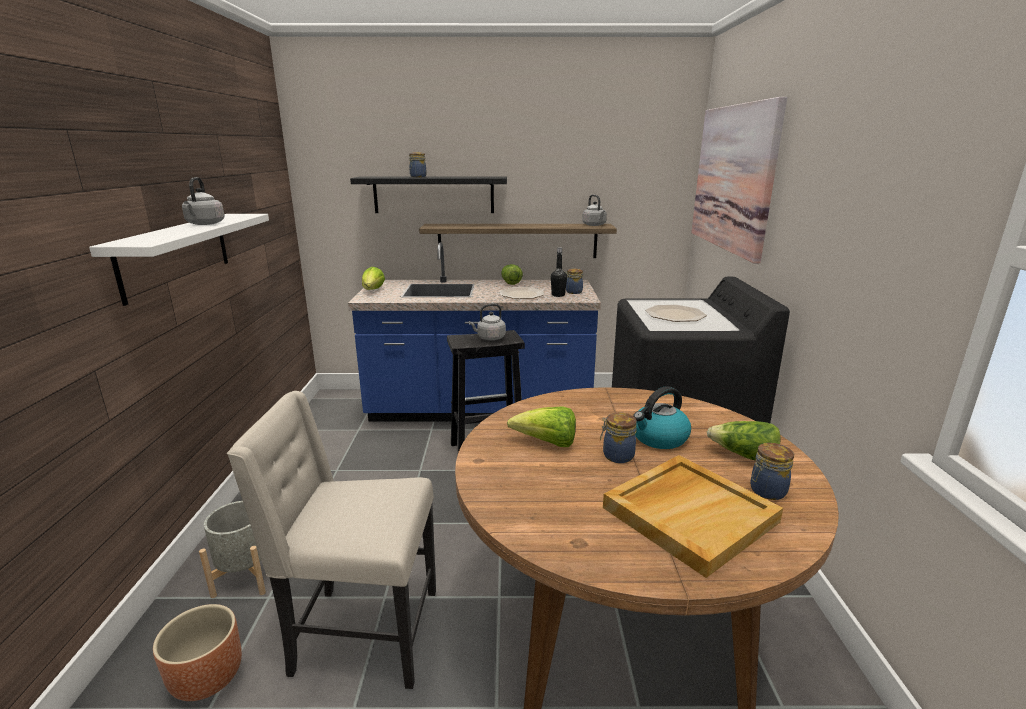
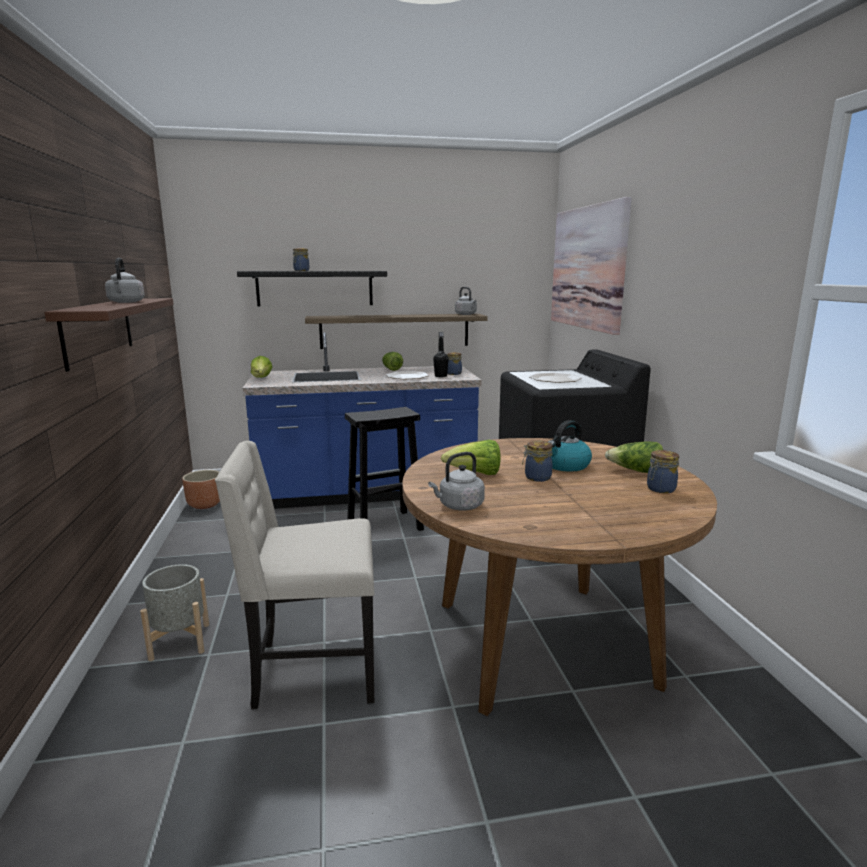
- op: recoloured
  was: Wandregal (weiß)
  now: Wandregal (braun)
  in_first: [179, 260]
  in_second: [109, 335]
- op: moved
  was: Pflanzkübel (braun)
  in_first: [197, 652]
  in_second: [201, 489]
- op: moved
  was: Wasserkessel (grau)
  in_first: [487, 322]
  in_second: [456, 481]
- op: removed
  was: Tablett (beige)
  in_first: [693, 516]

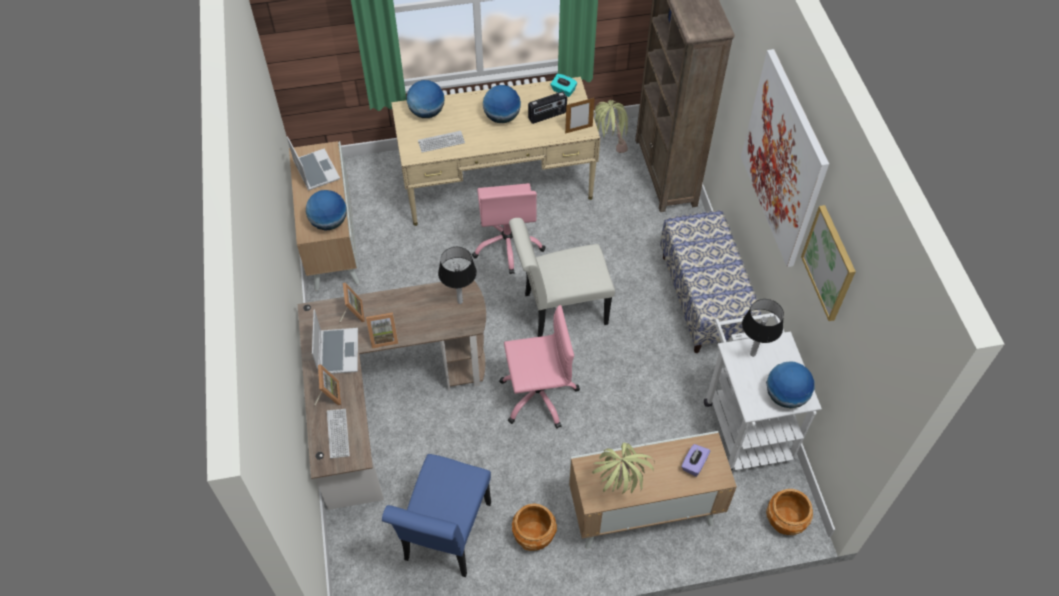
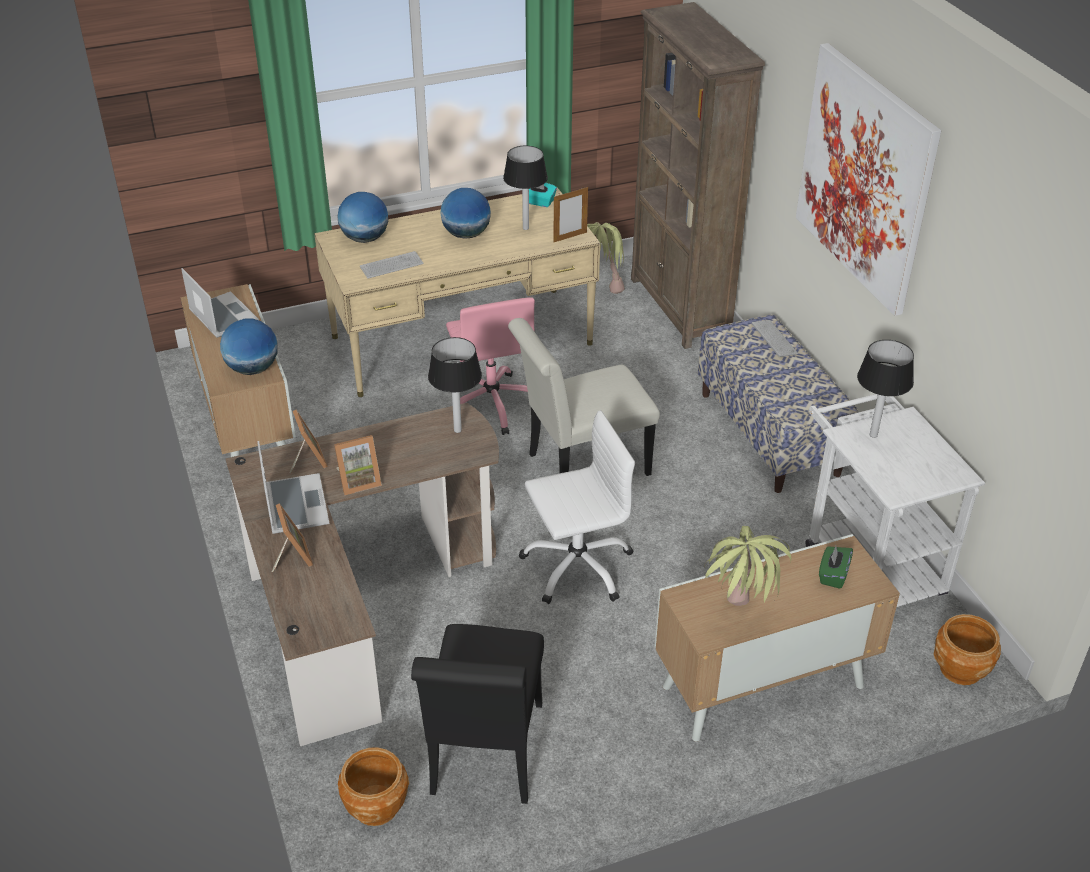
- op: moved
  was: Pflanzkübel (braun)
  in_first: [534, 527]
  in_second: [373, 786]
- op: recoloured
  was: Stuhl (blau)
  now: Stuhl (schwarz)
  in_first: [436, 515]
  in_second: [477, 714]
- op: replaced
  was: Radio
  now: Tischlampe
  in_first: [547, 107]
  in_second: [525, 188]
- op: recoloured
  was: Bürostuhl (rosa)
  now: Bürostuhl (weiß)
  in_first: [539, 367]
  in_second: [577, 507]
- op: moved
  was: Tastatur
  in_first: [338, 434]
  in_second: [775, 338]
- op: recoloured
  was: Taschentuchbox (lila)
  now: Taschentuchbox (grün)
  in_first: [695, 460]
  in_second: [836, 567]
- op: removed
  was: Globus
  in_first: [790, 384]
- op: removed
  was: Bild
  in_first: [828, 263]

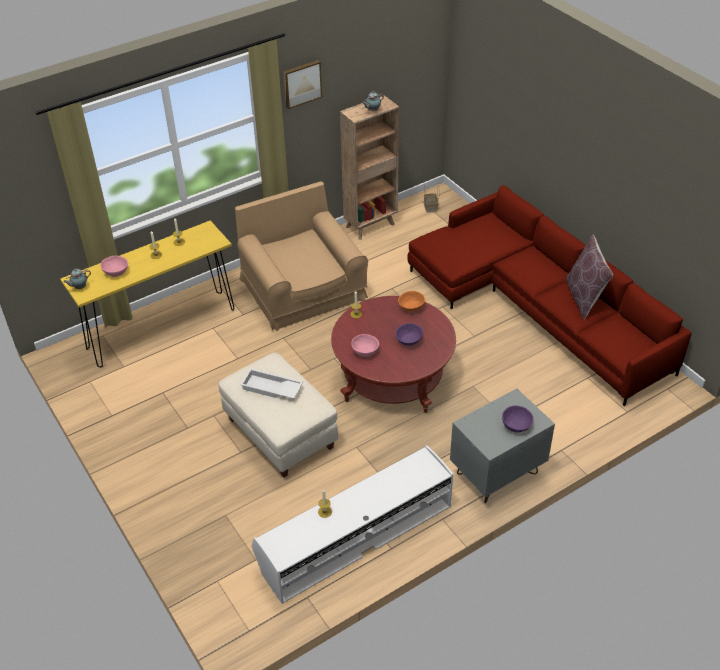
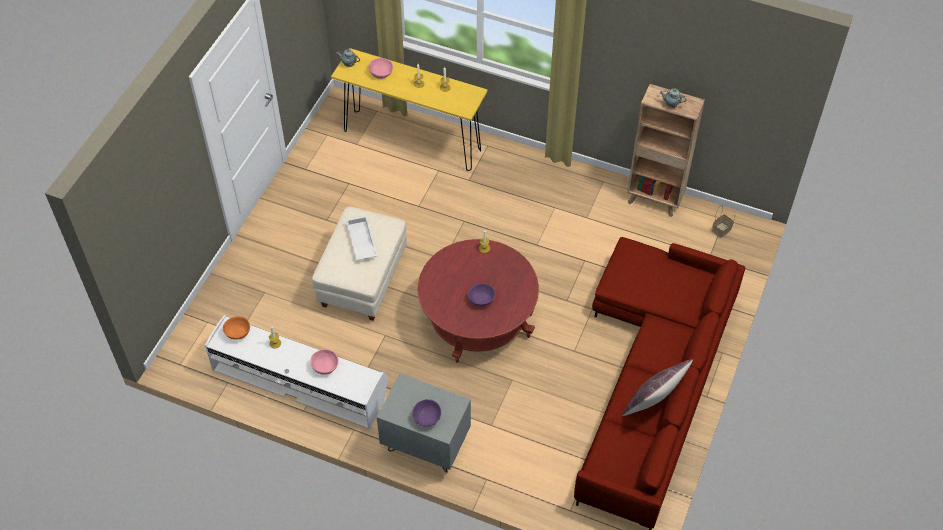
- op: moved
  was: Schüssel (orange)
  in_first: [411, 301]
  in_second: [236, 328]
- op: moved
  was: Schüssel (rosa)
  in_first: [365, 345]
  in_second: [325, 362]
- op: removed
  was: Sessel (braun)
  in_first: [301, 256]
- op: removed
  was: Bild
  in_first: [302, 84]

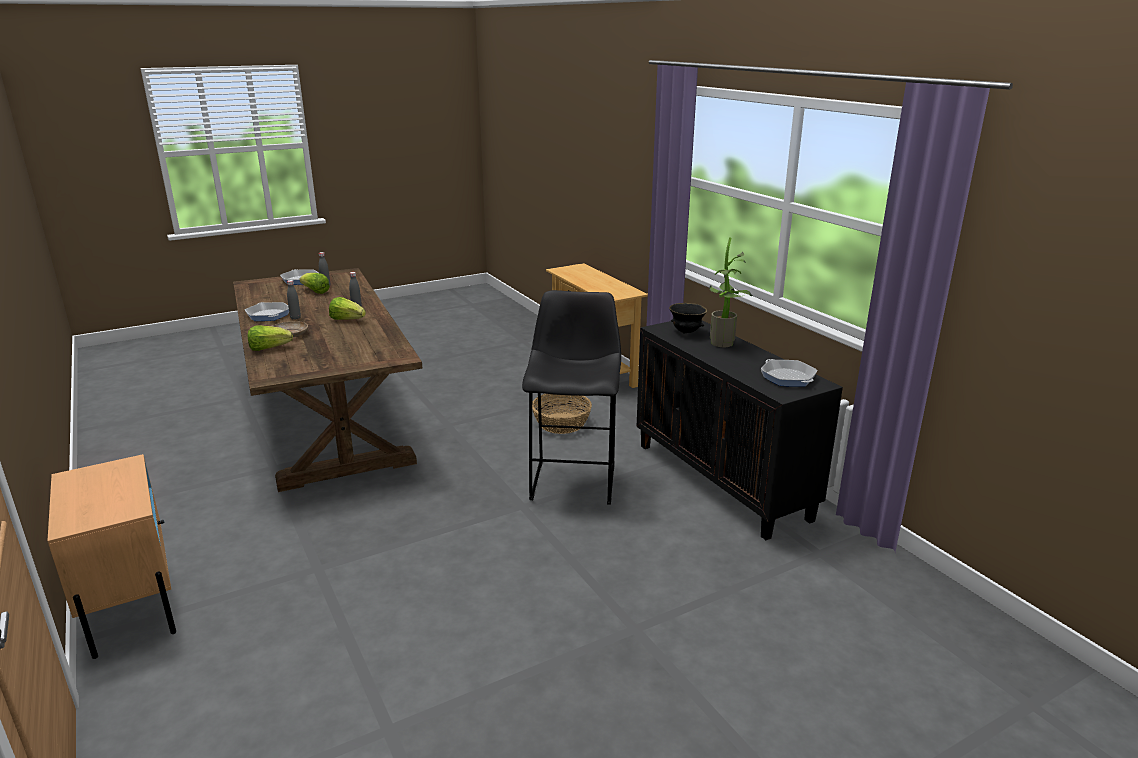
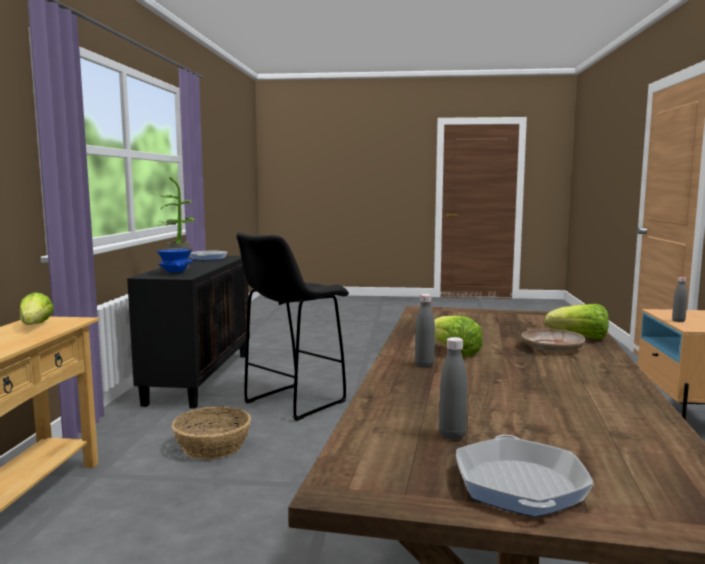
- op: moved
  was: Salatkopf
  in_first: [314, 283]
  in_second: [37, 308]
- op: recoloured
  was: Schüssel (schwarz)
  now: Schüssel (blau)
  in_first: [688, 318]
  in_second: [175, 261]
- op: moved
  was: Flasche (grau)
  in_first: [294, 300]
  in_second: [679, 299]
- op: removed
  was: Pfanne
  in_first: [267, 311]

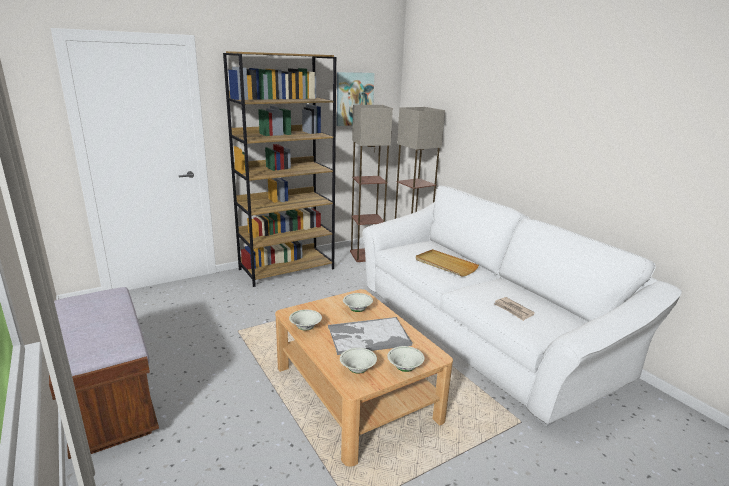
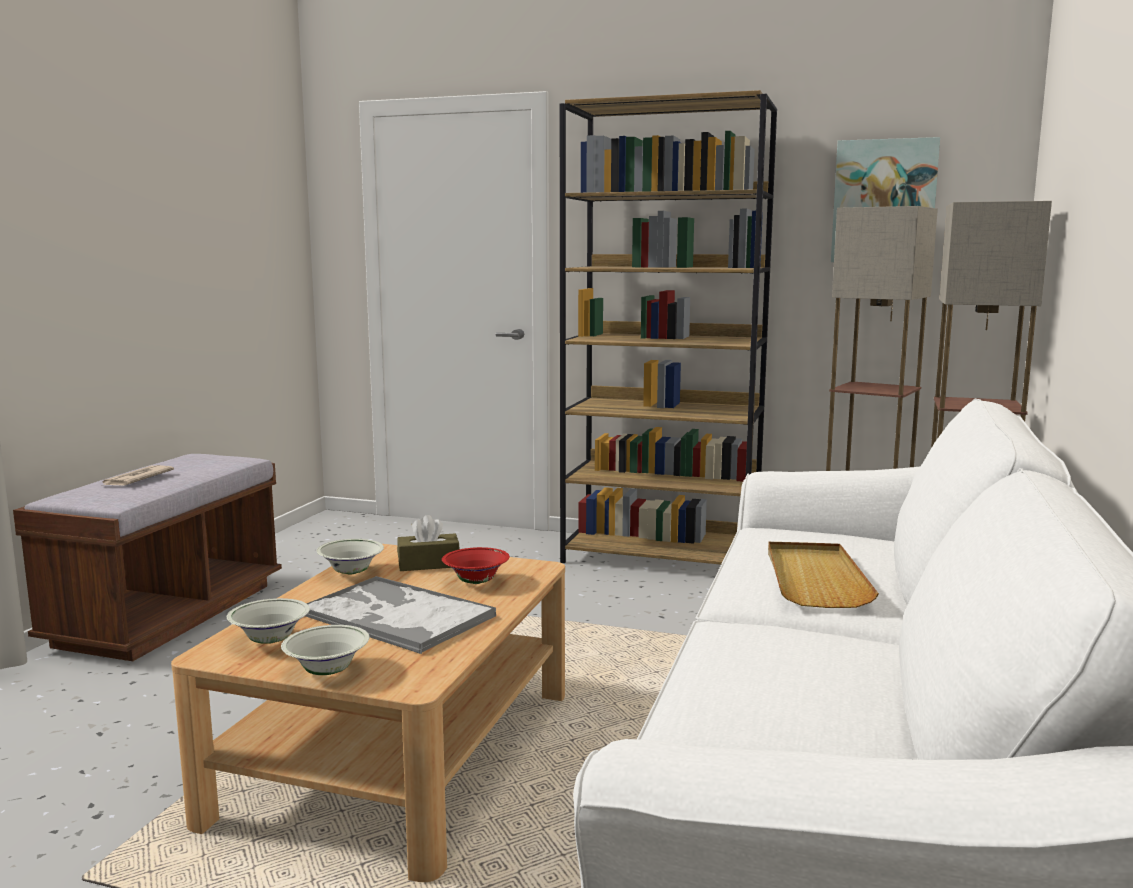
- op: moved
  was: Zeitung
  in_first: [514, 309]
  in_second: [138, 475]
- op: added
  now: Taschentuchbox (braun)
  in_second: [428, 543]
- op: recoloured
  was: Schüssel (weiß)
  now: Schüssel (rot)
  in_first: [358, 302]
  in_second: [476, 565]

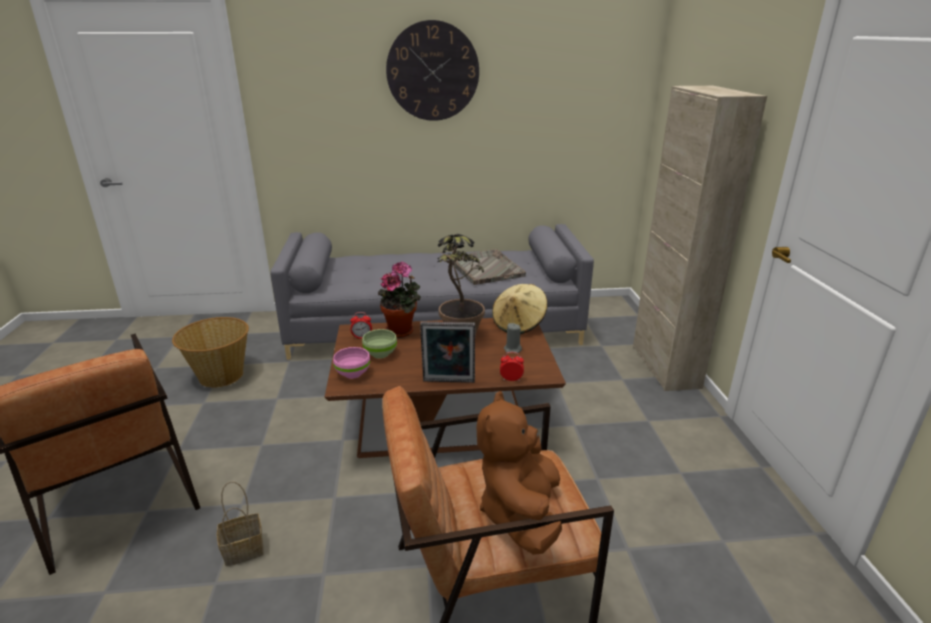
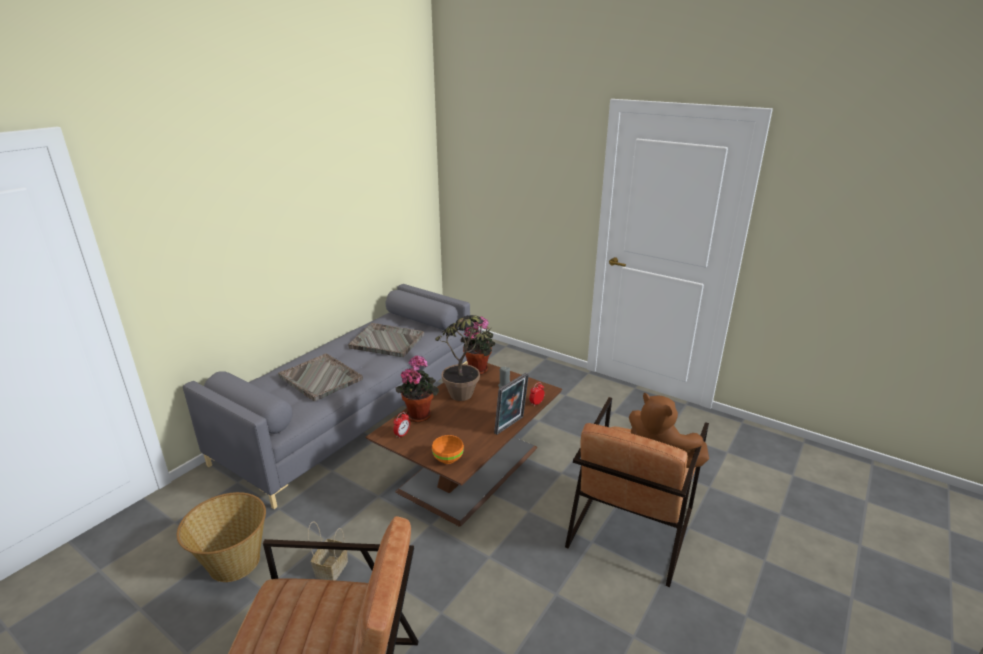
- op: added
  now: Tablett (grau)
  in_second: [320, 377]
- op: moved
  was: Korb
  in_first: [240, 523]
  in_second: [328, 551]
- op: recoloured
  was: Schüssel (rosa)
  now: Schüssel (orange)
  in_first: [351, 363]
  in_second: [448, 449]
- op: replaced
  was: Hut (beige)
  now: Topfpflanze
  in_first: [520, 309]
  in_second: [477, 345]
- op: removed
  was: Schüssel (grün)
  in_first: [379, 344]
- op: removed
  was: Wanduhr
  in_first: [432, 70]
- op: removed
  was: Schrank (beige)
  in_first: [700, 238]

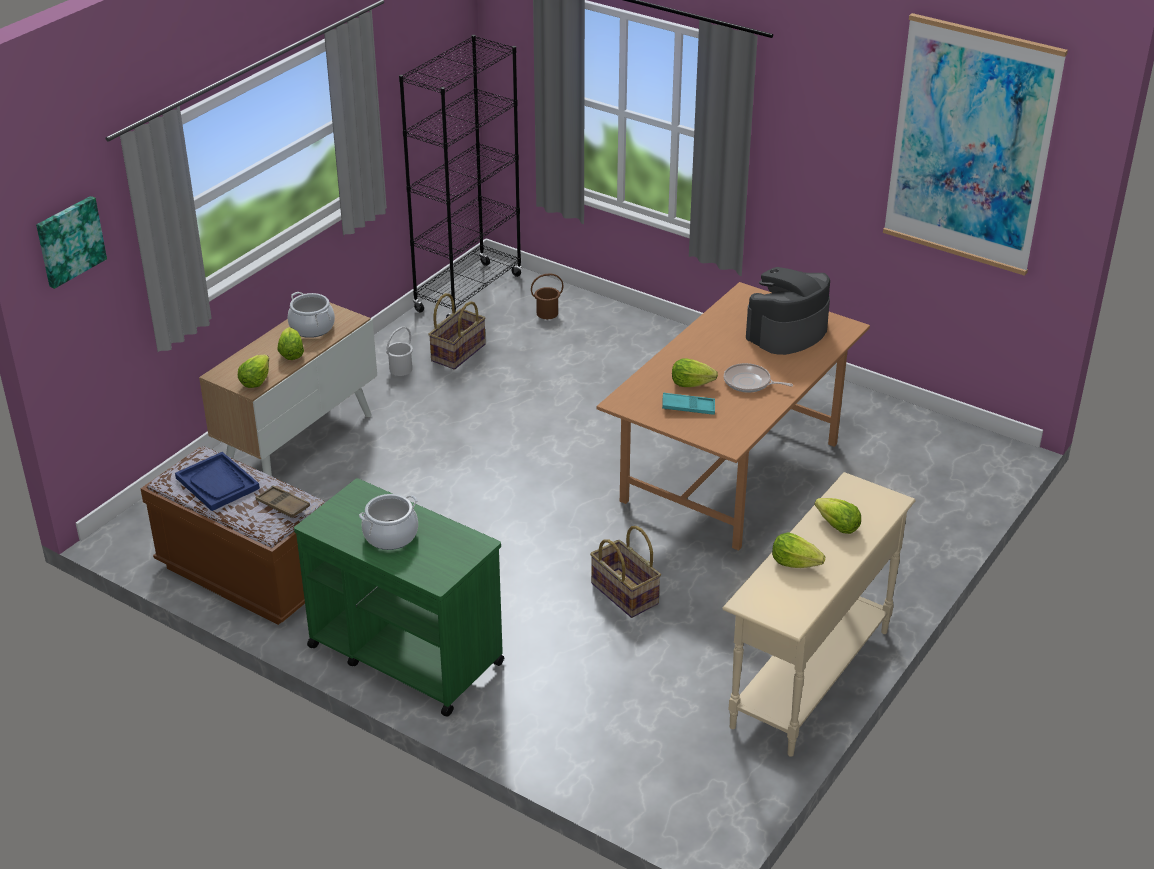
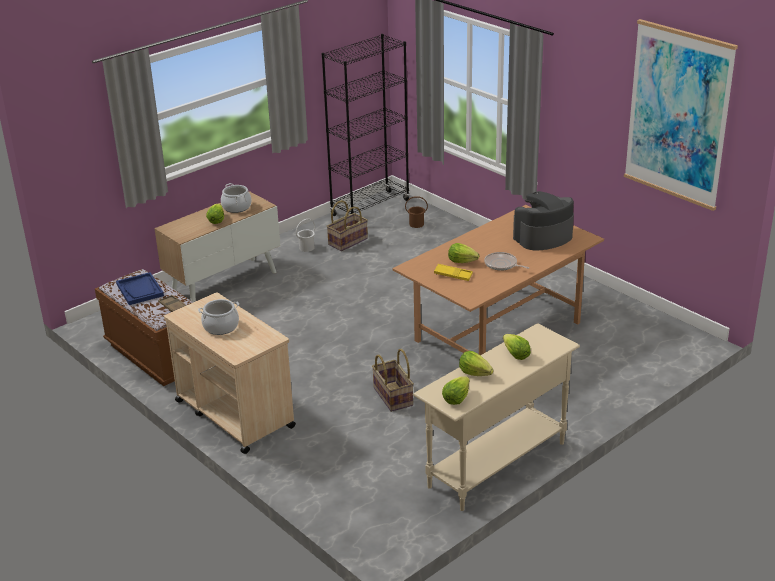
- op: recoloured
  was: Rollwagen (grün)
  now: Rollwagen (beige)
  in_first: [399, 597]
  in_second: [230, 373]
- op: recoloured
  was: Tablett (türkis)
  now: Tablett (gelb)
  in_first: [688, 404]
  in_second: [453, 272]
- op: moved
  was: Salatkopf
  in_first: [253, 371]
  in_second: [456, 390]
- op: removed
  was: Bild
  in_first: [71, 242]

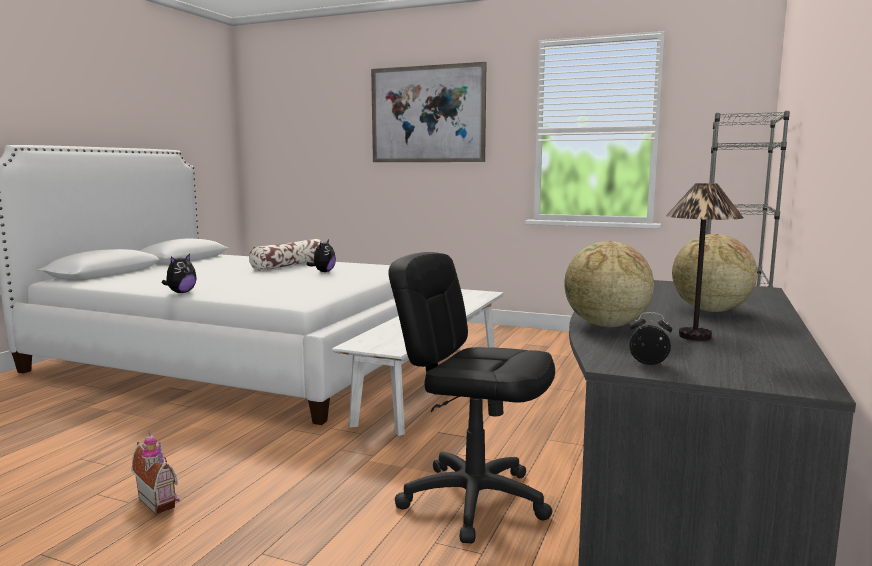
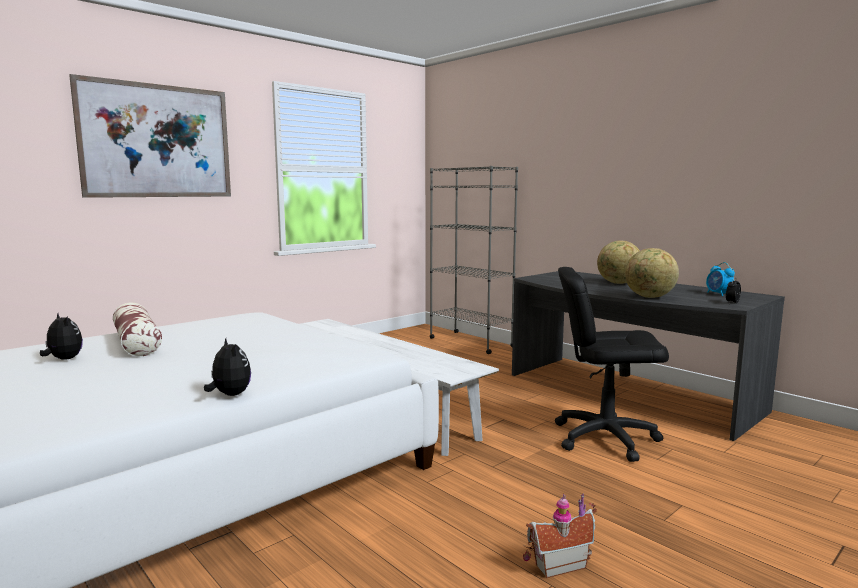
- op: moved
  was: Plüschtier
  in_first: [321, 256]
  in_second: [61, 336]
- op: turned
  was: Bürostuhl (schwarz)
  in_first: [472, 397]
  in_second: [612, 364]
  clockwise: 45
- op: added
  now: Wecker
  in_second: [720, 279]
- op: removed
  was: Tischlampe
  in_first: [704, 262]

